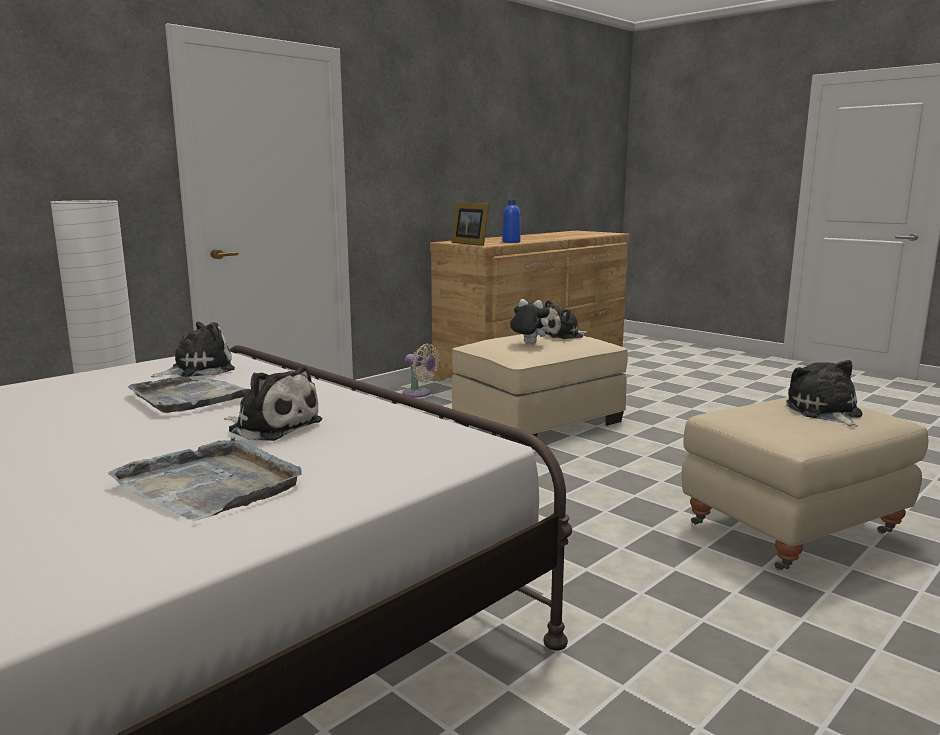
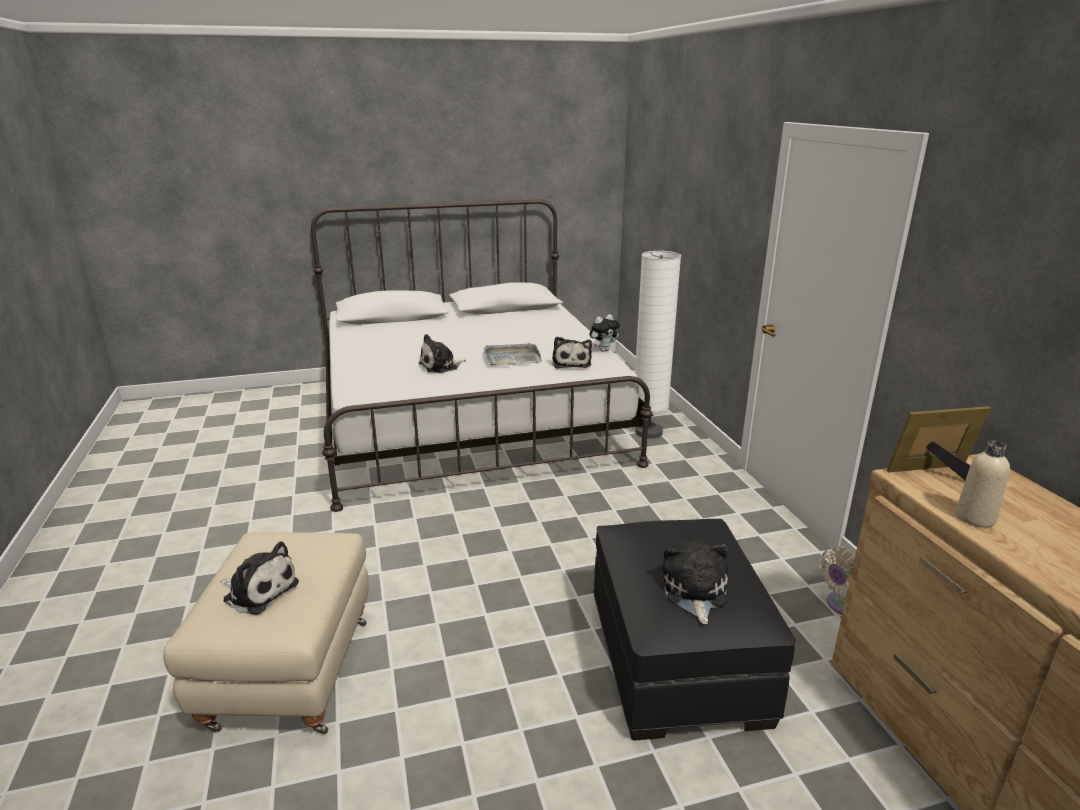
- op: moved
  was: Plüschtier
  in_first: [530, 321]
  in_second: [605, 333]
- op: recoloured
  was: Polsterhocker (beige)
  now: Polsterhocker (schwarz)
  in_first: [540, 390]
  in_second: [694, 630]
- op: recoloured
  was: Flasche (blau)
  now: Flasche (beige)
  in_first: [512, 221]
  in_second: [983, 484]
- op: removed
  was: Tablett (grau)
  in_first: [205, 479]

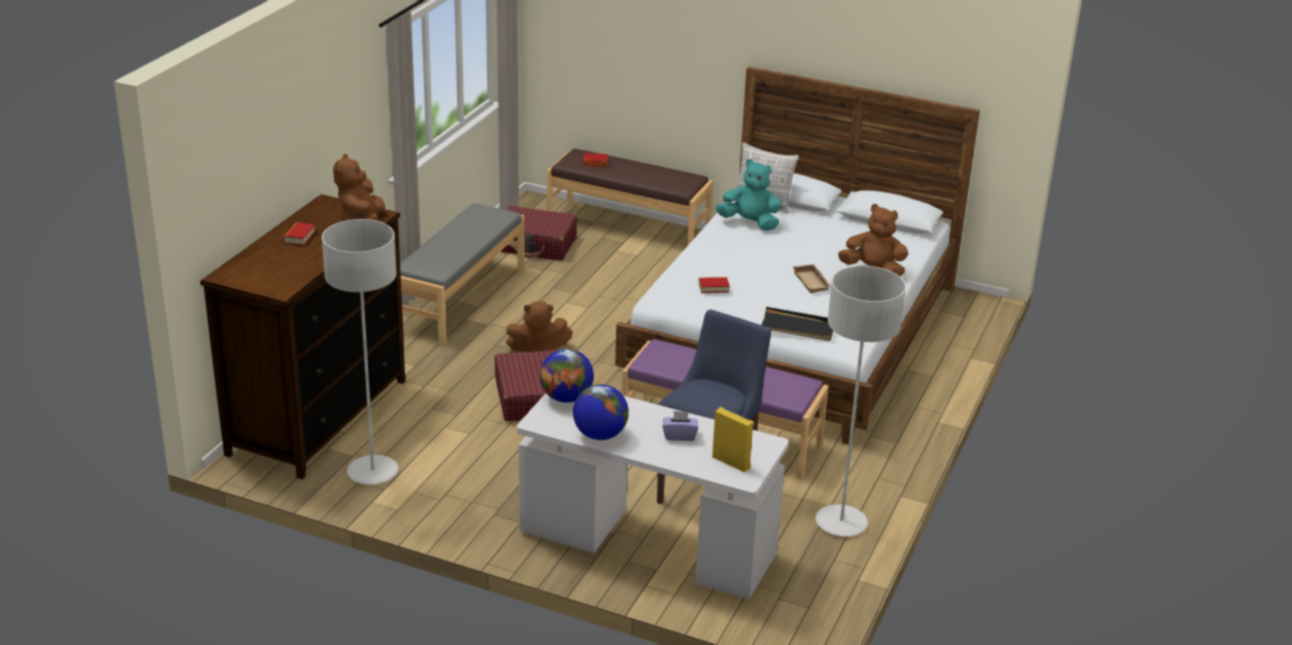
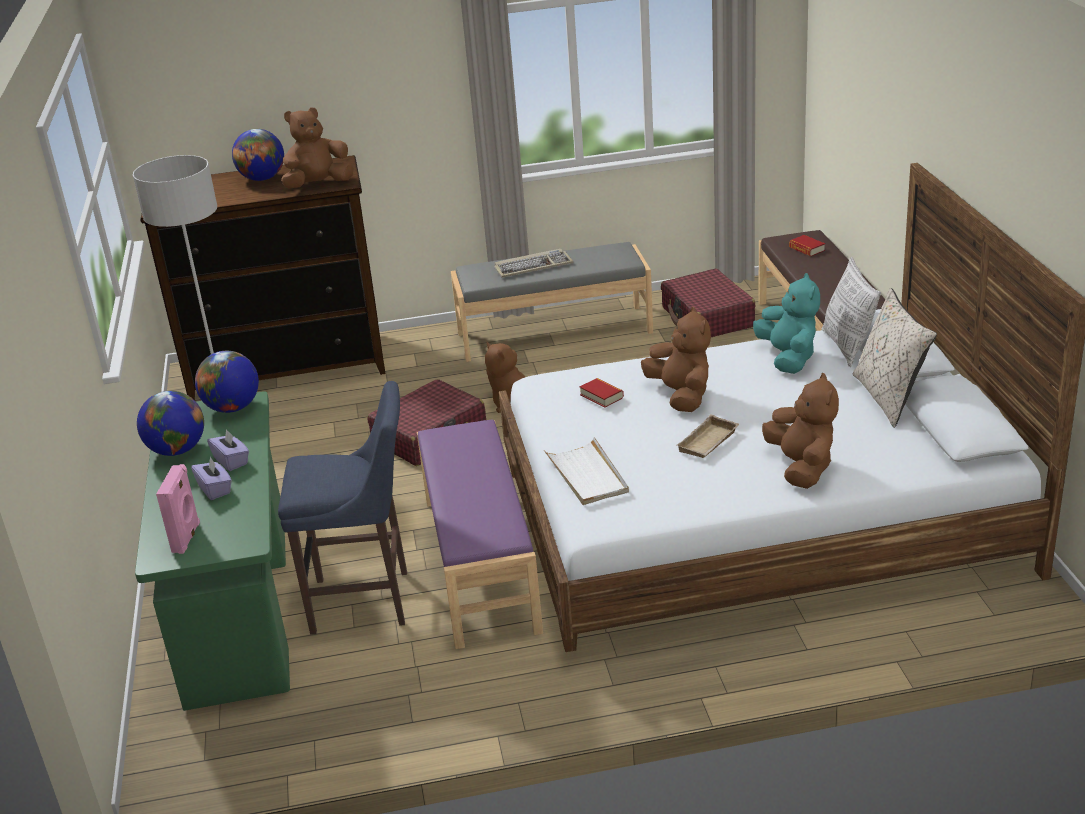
- op: recoloured
  was: Schreibtisch (weiß)
  now: Schreibtisch (grün)
  in_first: [653, 496]
  in_second: [212, 551]
- op: recoloured
  was: Lautsprecher (gelb)
  now: Lautsprecher (rosa)
  in_first: [733, 439]
  in_second: [178, 509]
- op: added
  now: Taschentuchbox (lila)
  in_second: [228, 450]
- op: replaced
  was: Buch
  now: Globus
  in_first: [299, 234]
  in_second: [258, 155]
- op: added
  now: Tastatur
  in_second: [533, 263]
- op: recoloured
  was: Tablett (schwarz)
  now: Tablett (weiß)
  in_first: [798, 324]
  in_second: [586, 471]
- op: added
  now: Plüschtier (braun)
  in_second: [676, 359]
- op: added
  now: Kissen (beige)
  in_second: [895, 358]
- op: removed
  was: Stehlampe (grau)
  in_first: [861, 401]

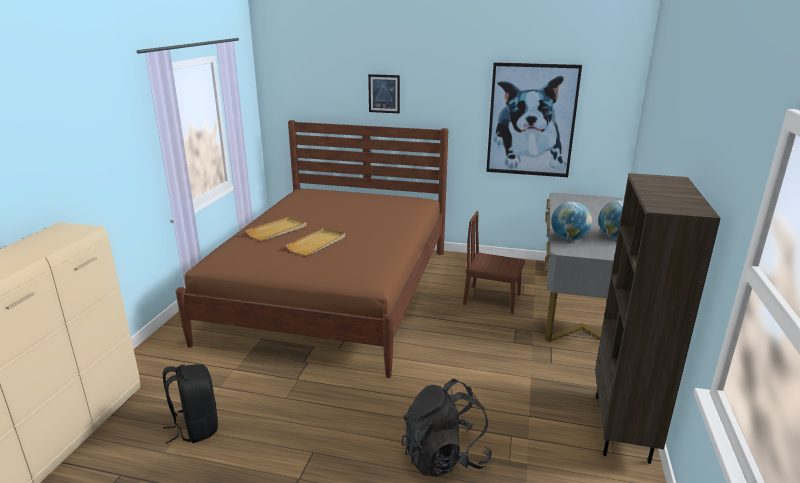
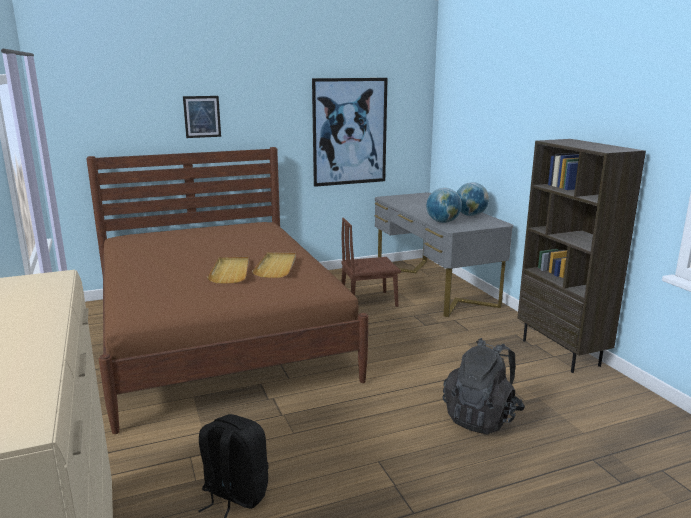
- op: moved
  was: Tablett (beige)
  in_first: [276, 228]
  in_second: [274, 265]

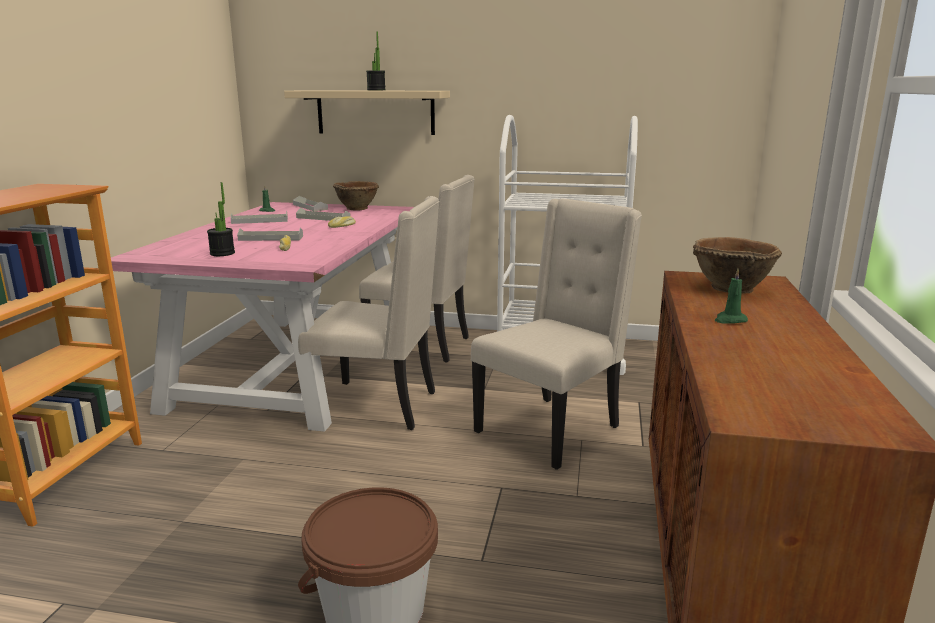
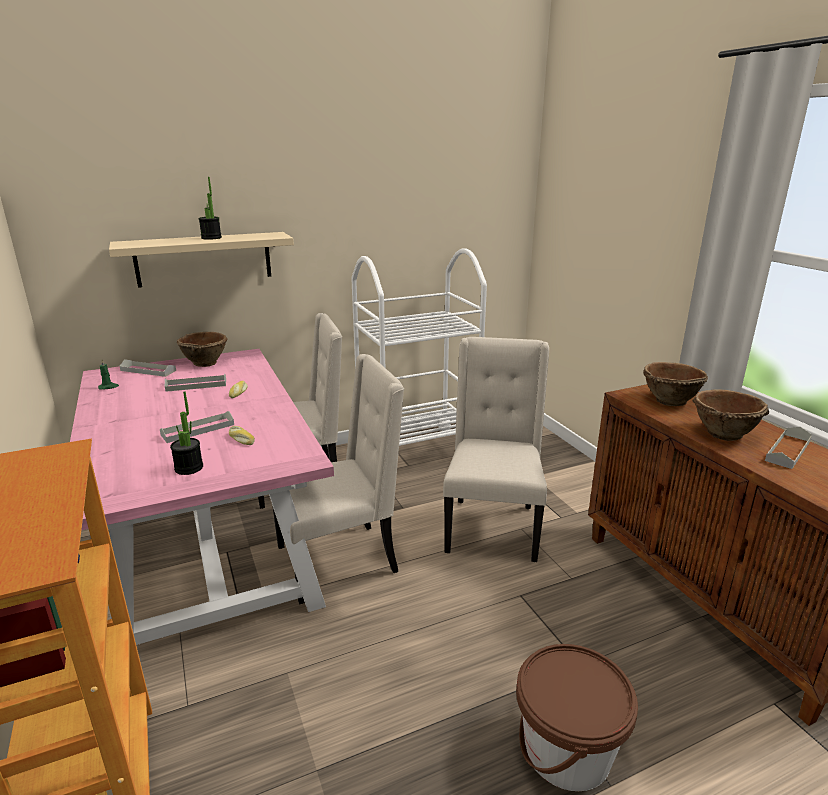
- op: replaced
  was: Kerze (grün)
  now: Schüssel (braun)
  in_first: [731, 296]
  in_second: [730, 415]
- op: moved
  was: Tablett (grau)
  in_first: [259, 217]
  in_second: [788, 448]

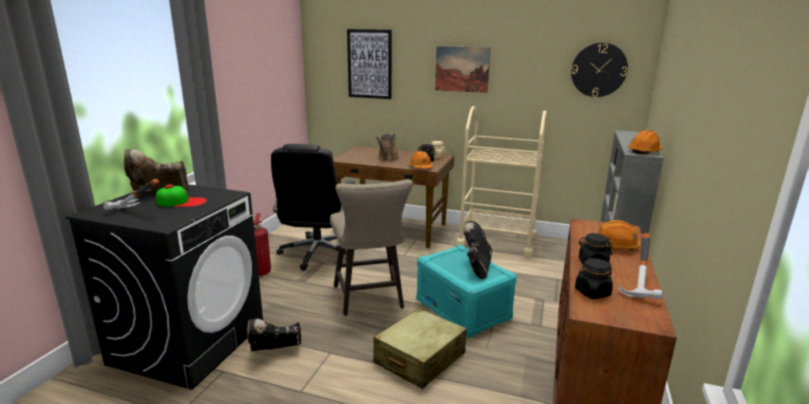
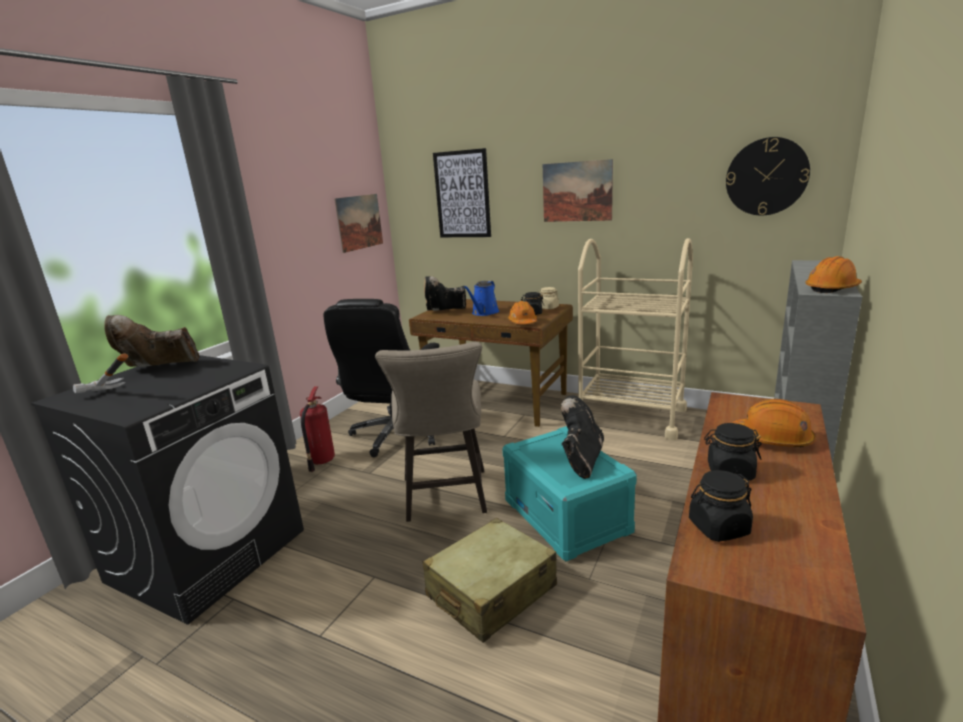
- op: added
  now: Bild
  in_second: [358, 223]
- op: moved
  was: Stiefel (schwarz)
  in_first: [274, 335]
  in_second: [445, 293]
- op: recoloured
  was: Gießkanne (braun)
  now: Gießkanne (blau)
  in_first: [387, 147]
  in_second: [481, 298]
- op: removed
  was: Kappe
  in_first: [181, 195]
- op: removed
  was: Hammer
  in_first: [640, 266]

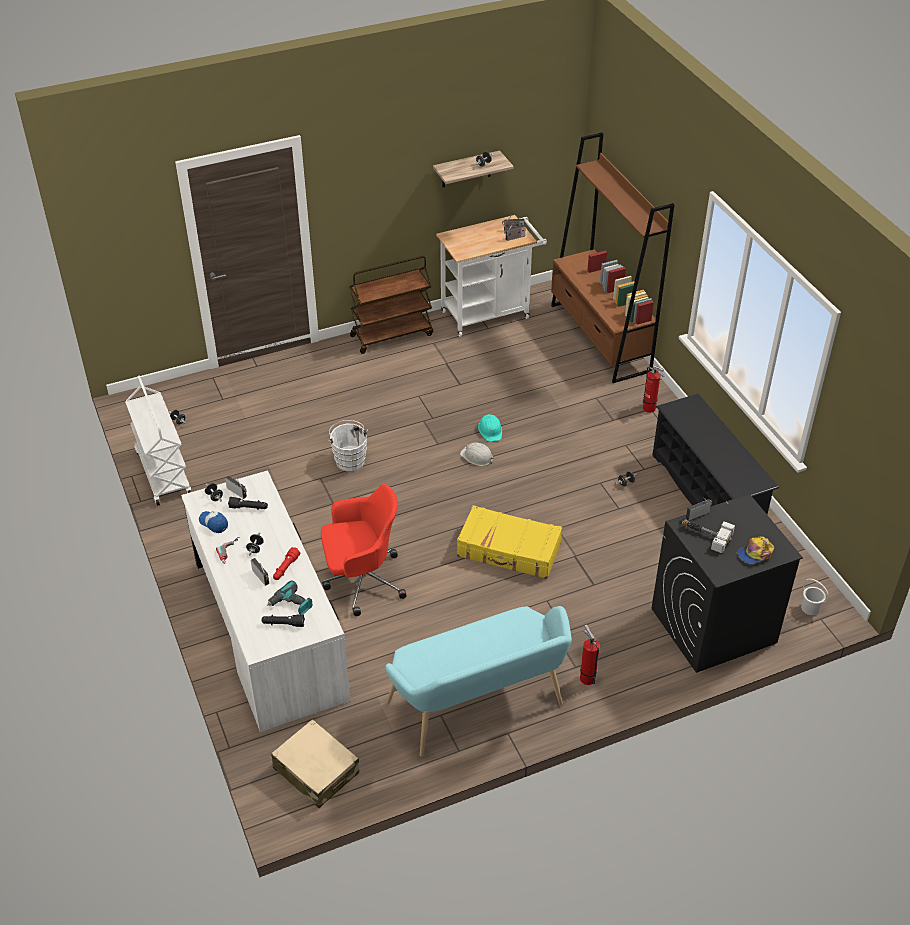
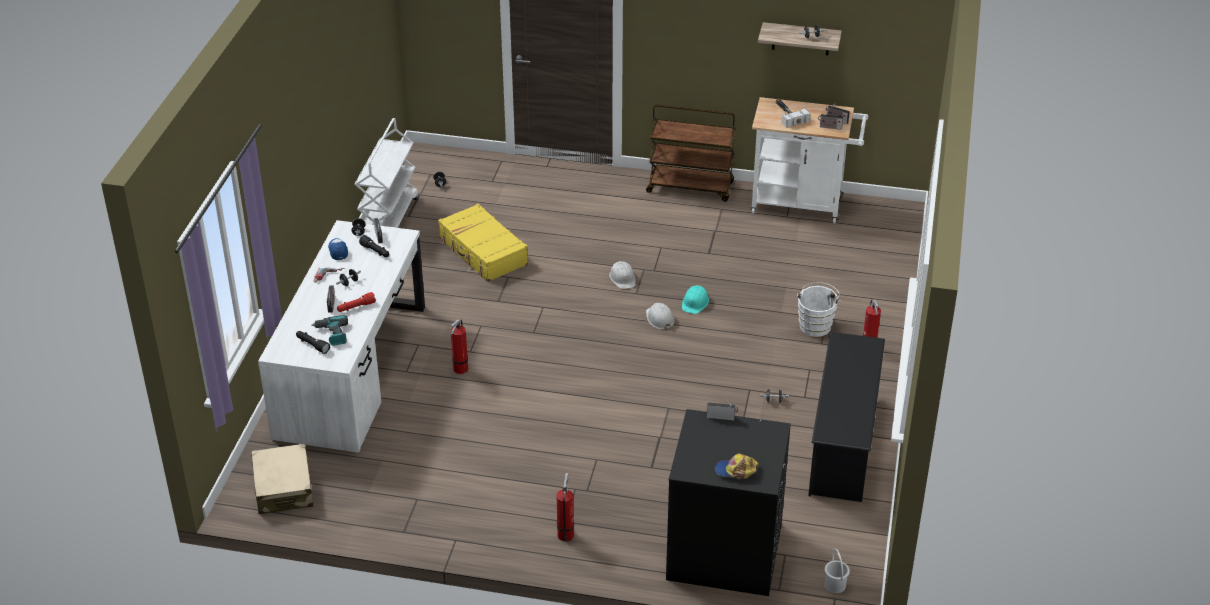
- op: moved
  was: Koffer (gelb)
  in_first: [509, 542]
  in_second: [483, 243]
- op: replaced
  was: Bürostuhl (rot)
  now: Feuerlöscher
  in_first: [364, 550]
  in_second: [459, 347]
- op: added
  now: Schutzhelm (weiß)
  in_second: [622, 275]
- op: moved
  was: Hammer
  in_first: [708, 536]
  in_second: [793, 113]
- op: moved
  was: Eimer (weiß)
  in_first: [348, 445]
  in_second: [819, 310]
- op: removed
  was: Bank (türkis)
  in_first: [478, 681]
- op: removed
  was: Bücherregal (braun)
  in_first: [613, 257]

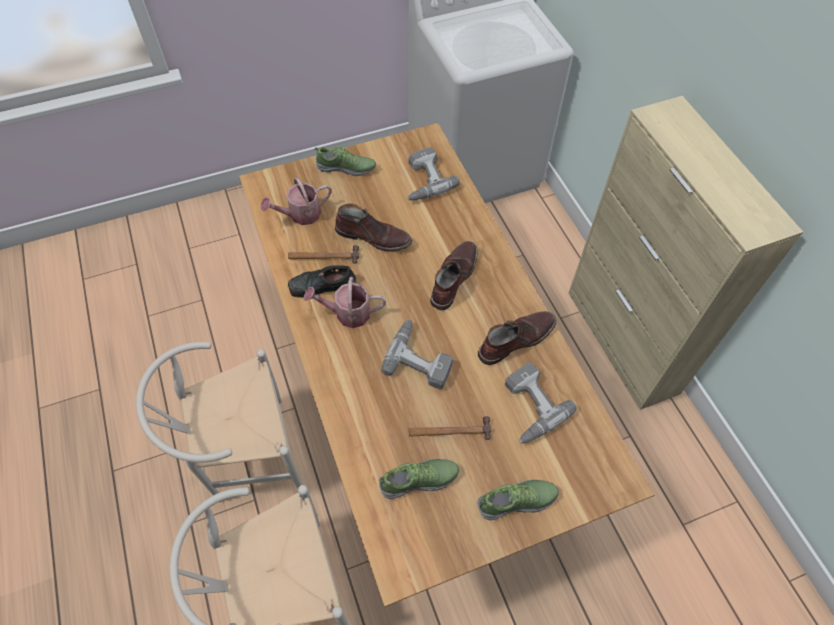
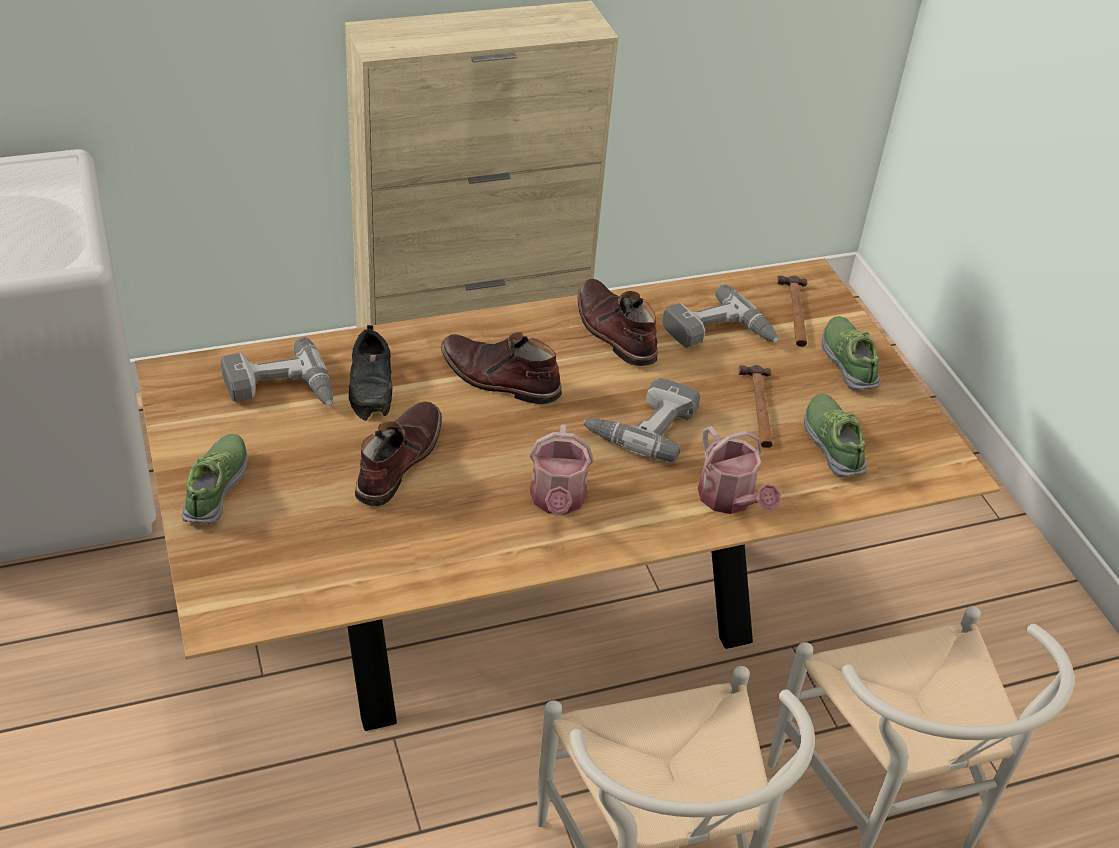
- op: moved
  was: Schuh (schwarz)
  in_first: [322, 281]
  in_second: [370, 373]
- op: moved
  was: Gießkanne
  in_first: [296, 201]
  in_second: [739, 470]
- op: moved
  was: Hammer
  in_first: [323, 254]
  in_second: [792, 311]

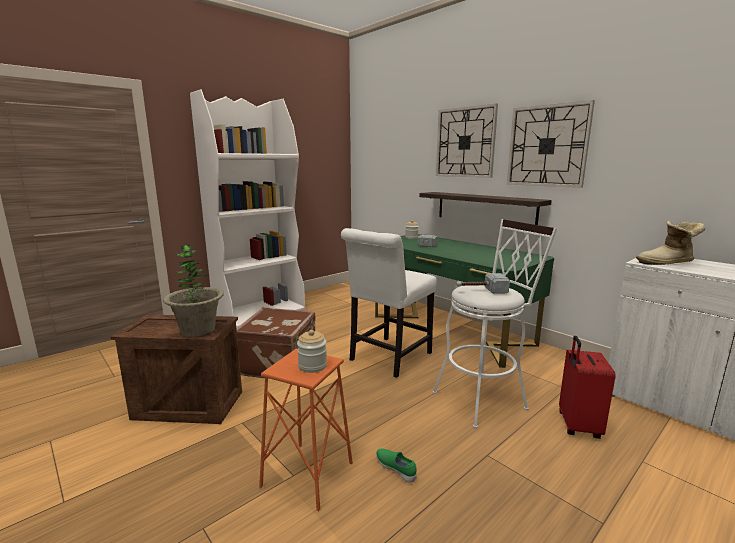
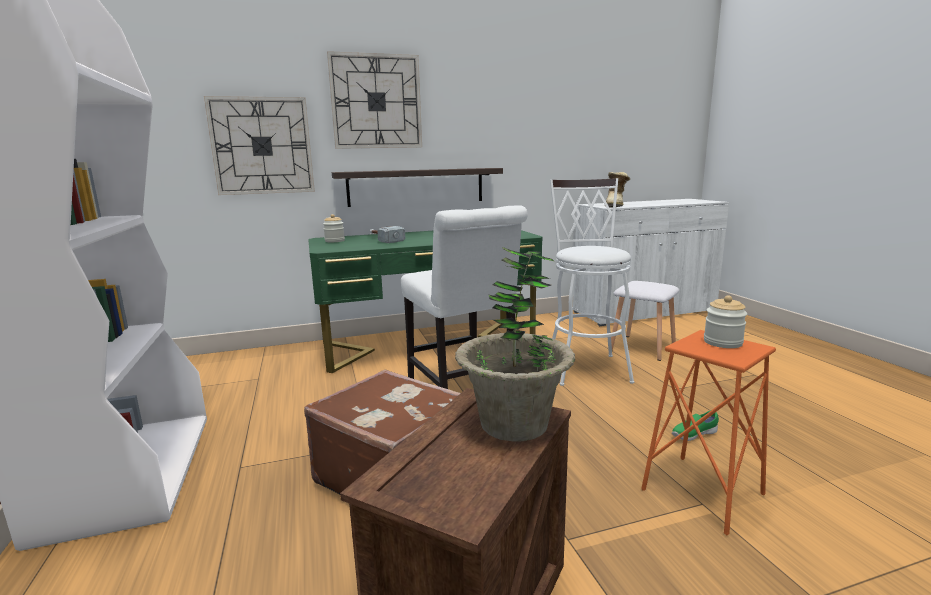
- op: moved
  was: Wanduhr
  in_first: [551, 144]
  in_second: [259, 145]
- op: replaced
  was: Koffer (rot)
  now: Hocker (weiß)
  in_first: [587, 387]
  in_second: [645, 321]
- op: removed
  was: Hammer
  in_first: [483, 283]

